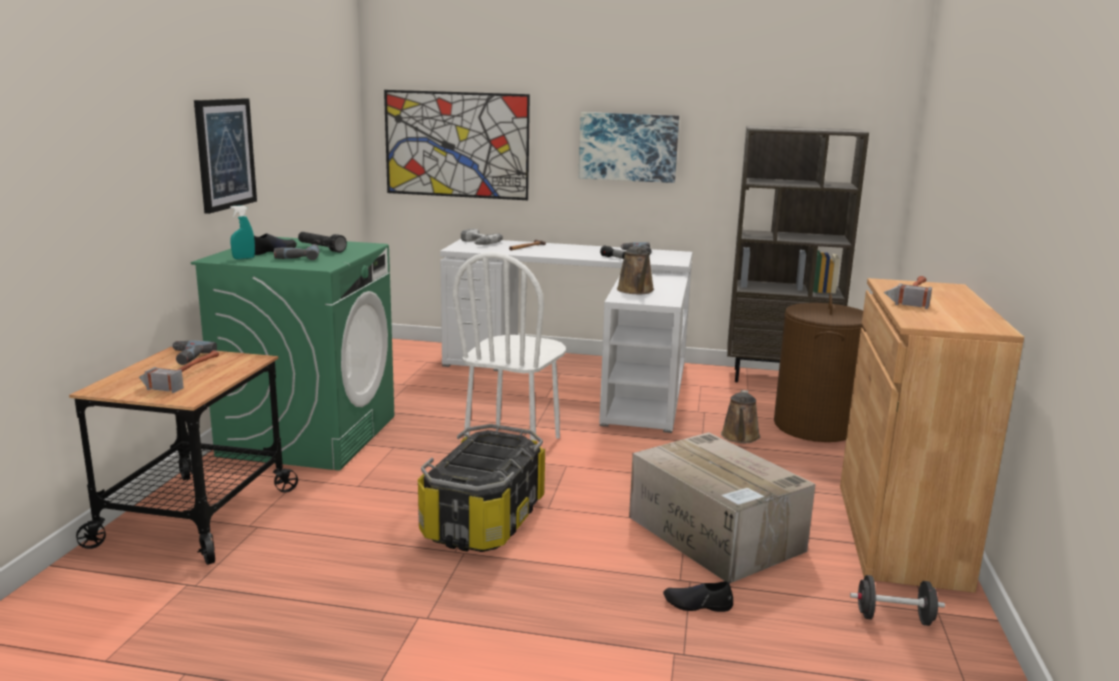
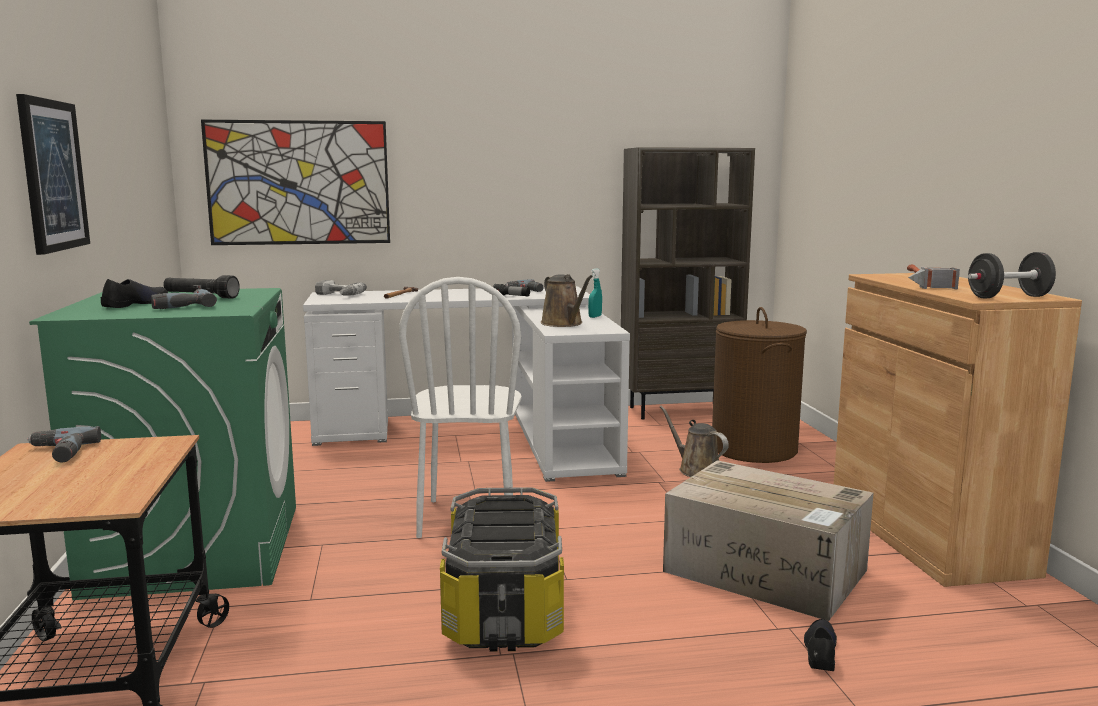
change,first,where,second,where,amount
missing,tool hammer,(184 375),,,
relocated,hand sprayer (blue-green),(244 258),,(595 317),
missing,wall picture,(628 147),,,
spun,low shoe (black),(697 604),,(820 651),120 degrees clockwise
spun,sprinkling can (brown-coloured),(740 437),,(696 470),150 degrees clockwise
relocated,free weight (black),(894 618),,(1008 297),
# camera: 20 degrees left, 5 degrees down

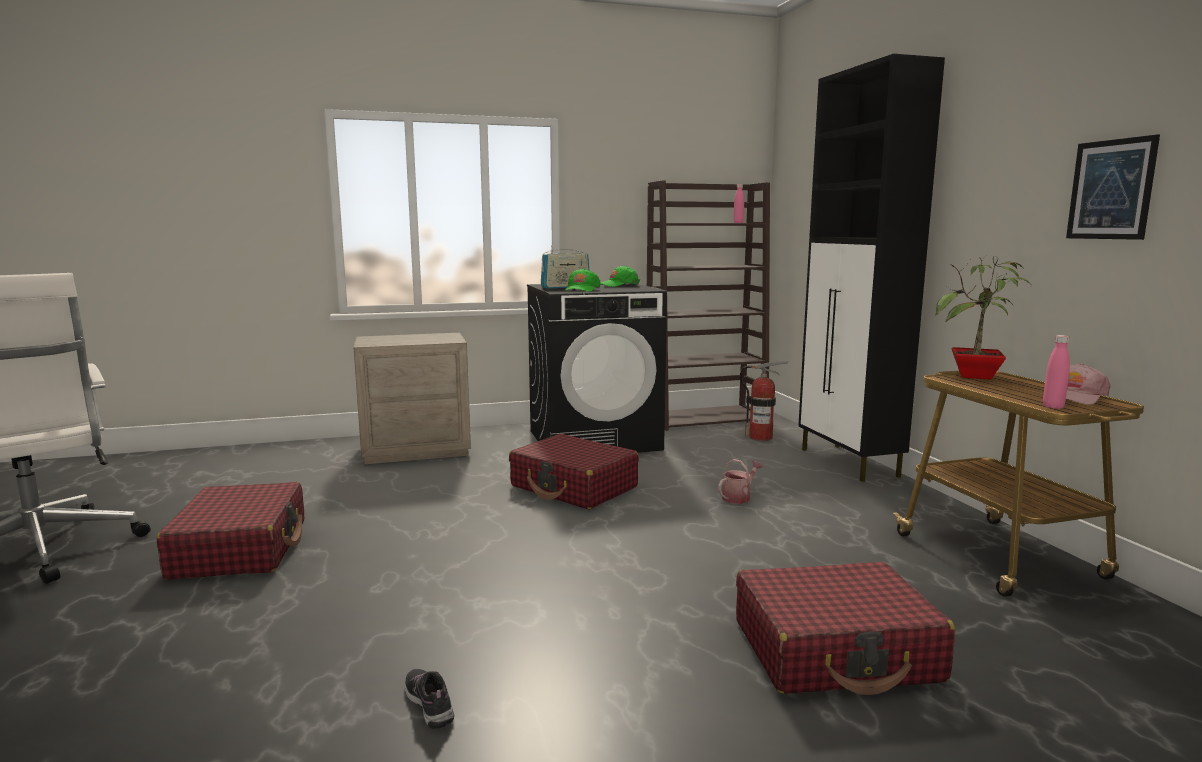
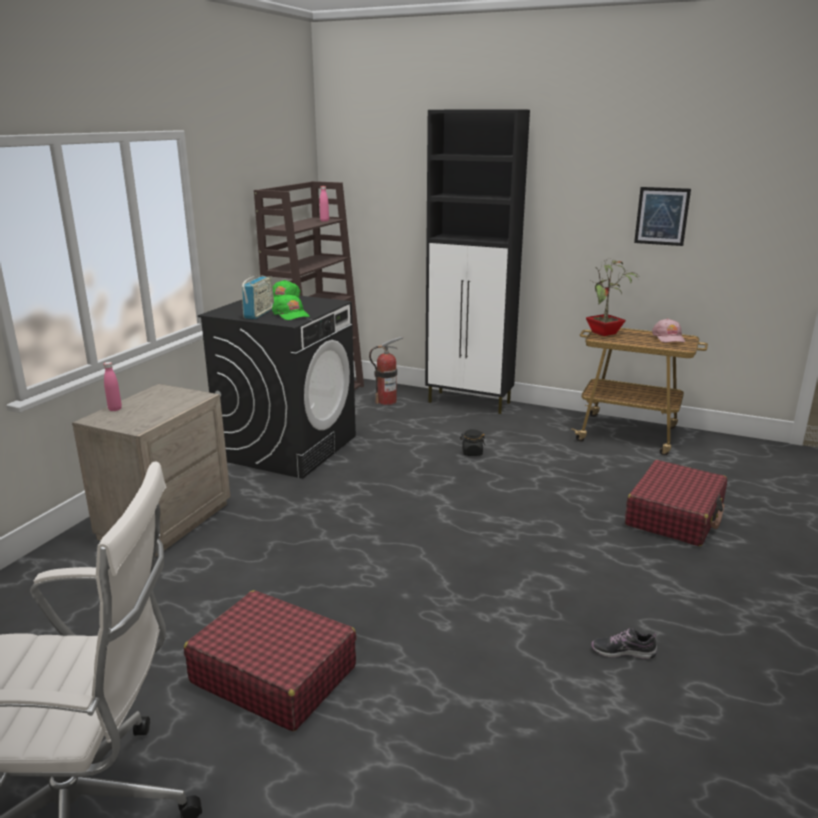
change,first,where,second,where,amount
missing,suitcase (red-coloured),(574 487),,,
exchanged,sprinkling can,(738 497),storage jar (black),(472 453),
relocated,beverage bottle (pink-coloured),(1053 407),,(115 409),
# camera: 50 degrees left, 10 degrees up

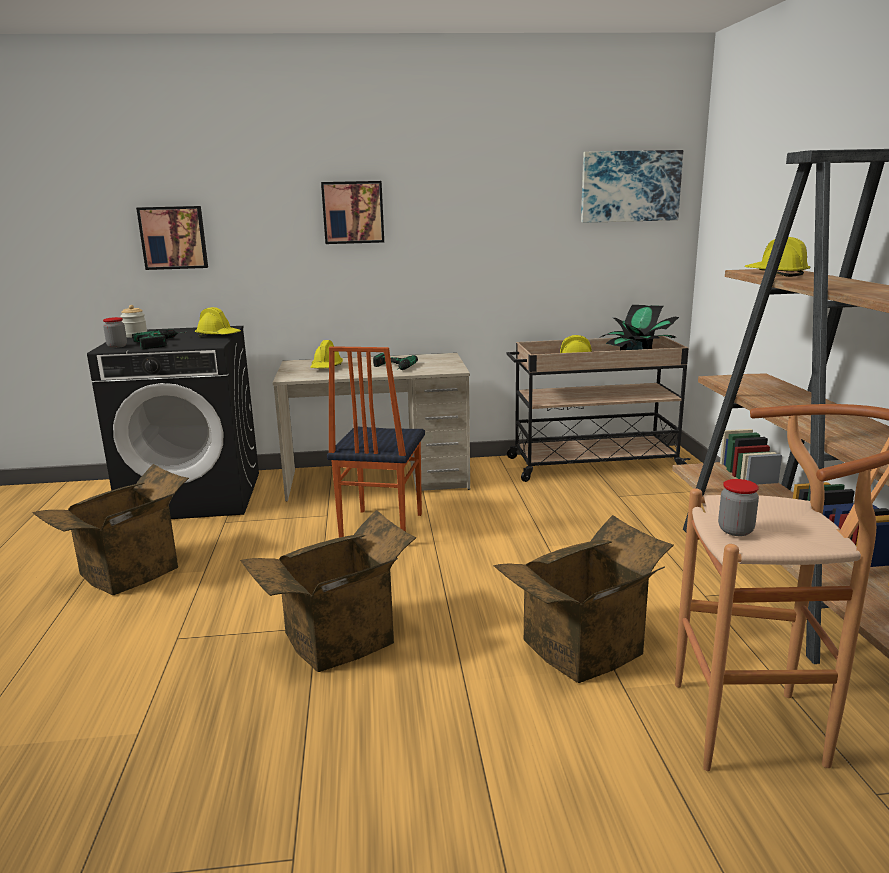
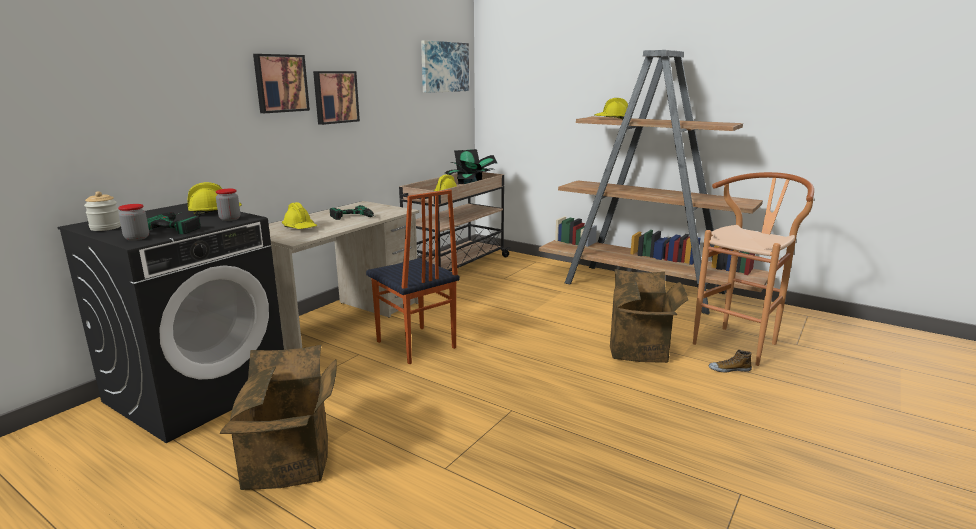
change,first,where,second,where,amount
relocated,wall picture,(173 237),,(335 97),
missing,packing box,(339 641),,,
relocated,storage jar,(735 530),,(230 219),
appeared,,,low shoe,(729 369),
# camera: 50 degrees left, 0 degrees up

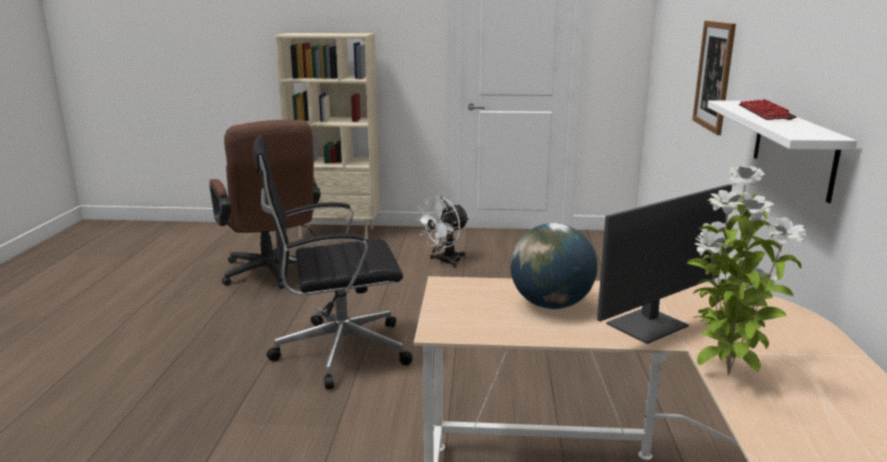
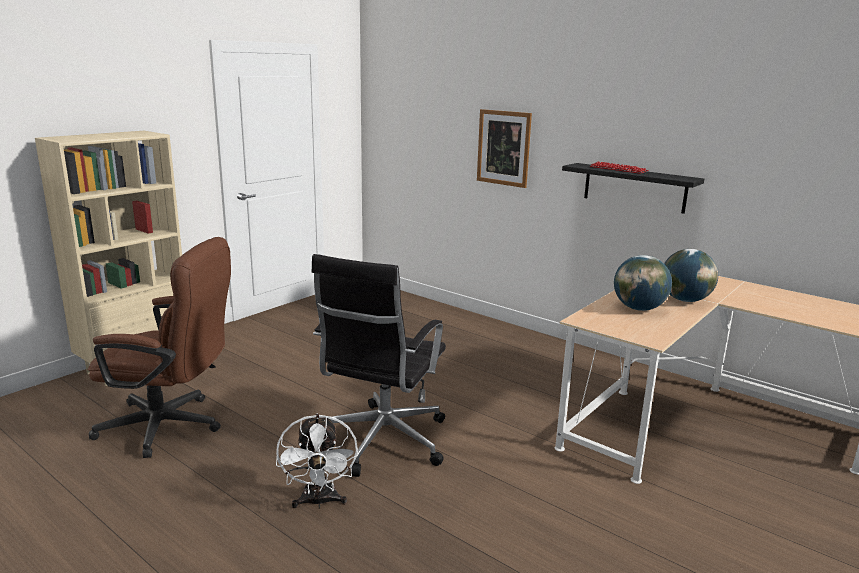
change,first,where,second,where,amount
relocated,cooling fan (white-coloured),(444 262),,(319 502),
exchanged,computer display,(649 326),world globe,(684 300),
missing,houseplant,(725 374),,,
colour,wall shelf (white-coloured),(793 147),wall shelf (black),(634 187),
# camera: 55 degrees left, 0 degrees up

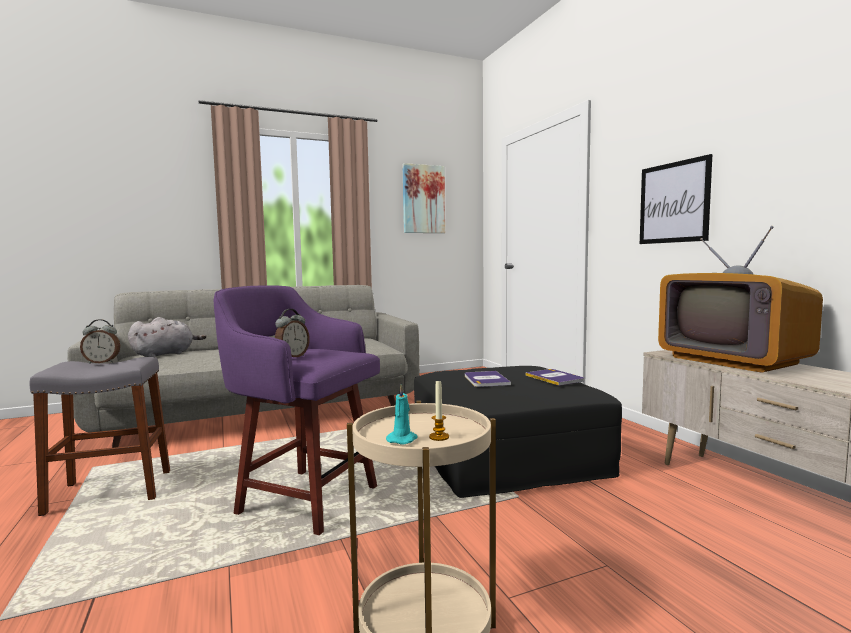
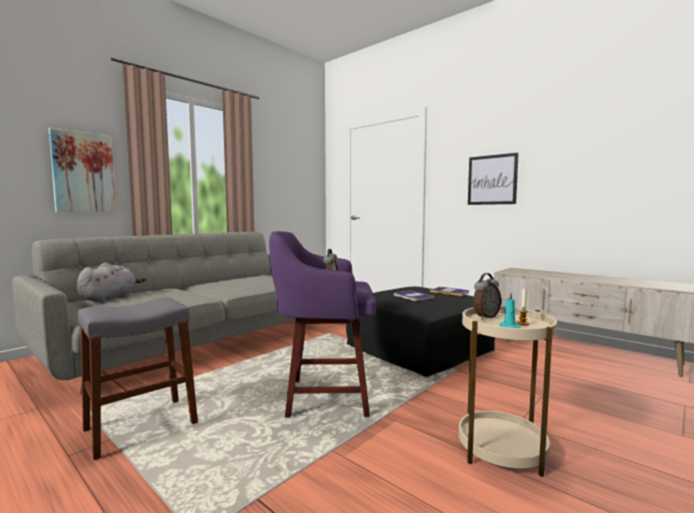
change,first,where,second,where,amount
relocated,table clock,(102 362),,(485 317),
relocated,wall picture,(423 199),,(83 172),
missing,television,(733 361),,,
# camera: 25 degrees left, 0 degrees up

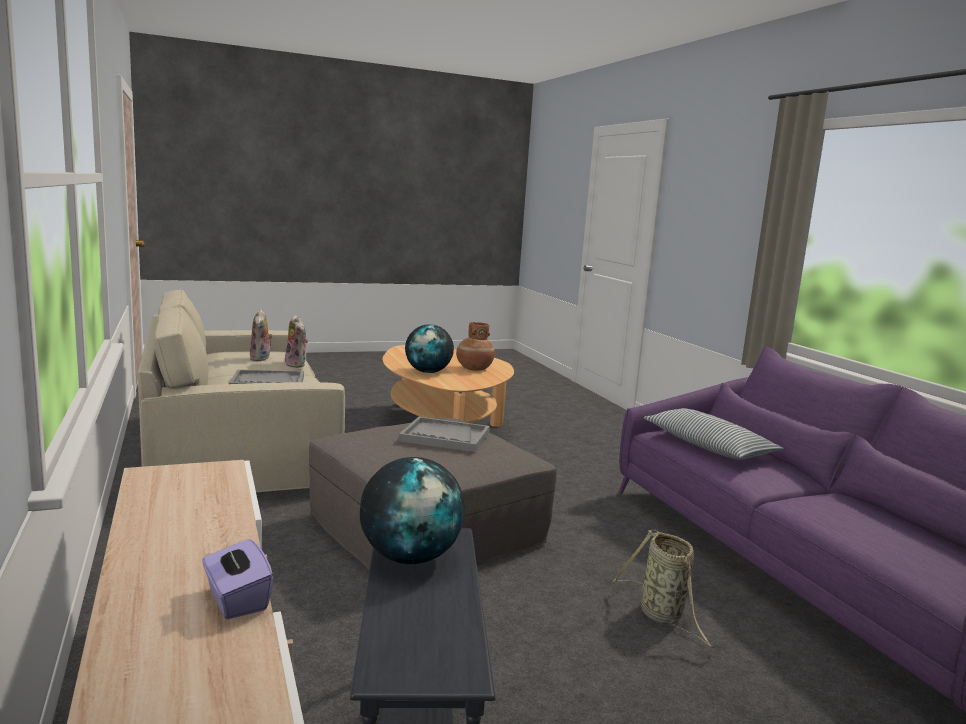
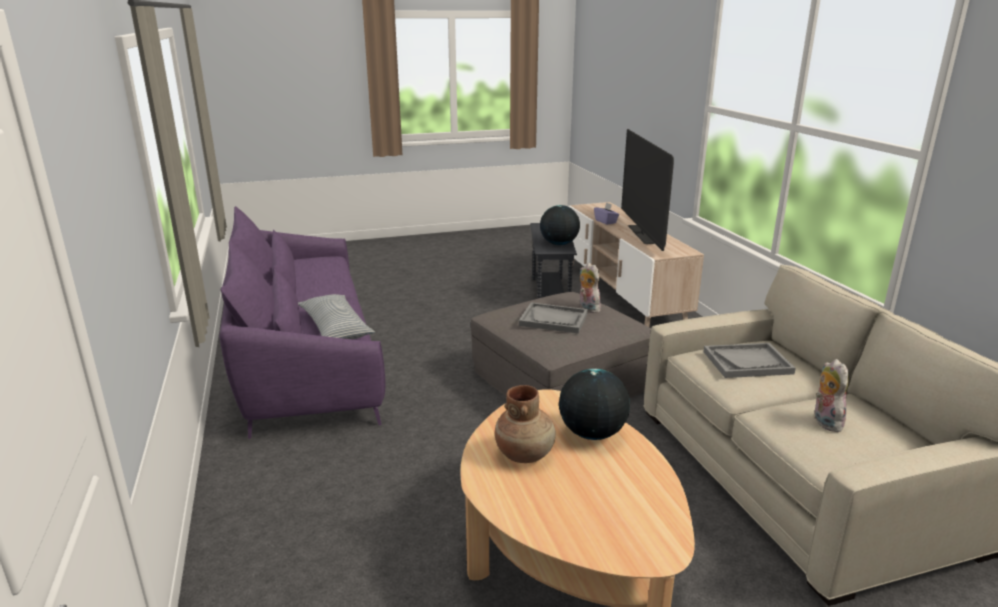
change,first,where,second,where,amount
relocated,plush toy,(297 365),,(587 308),
missing,basket,(663 616),,,
appeared,,,television,(641 234),
# camera: 175 degrees left, 10 degrees up

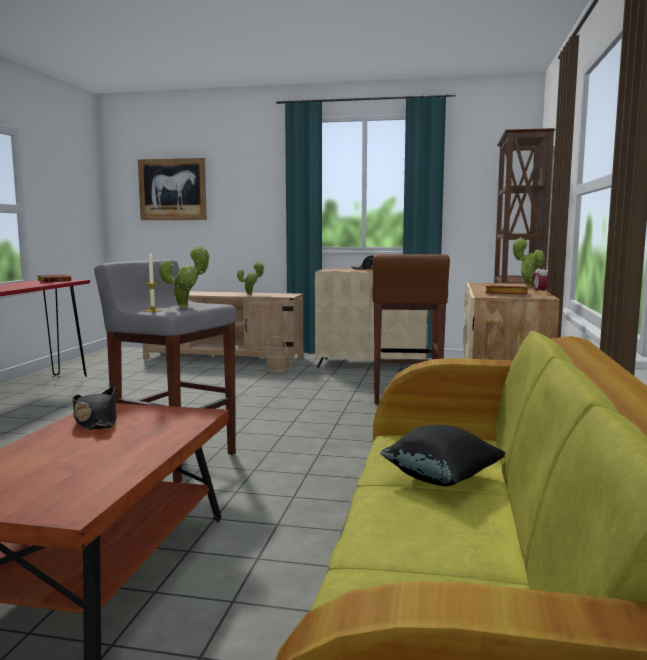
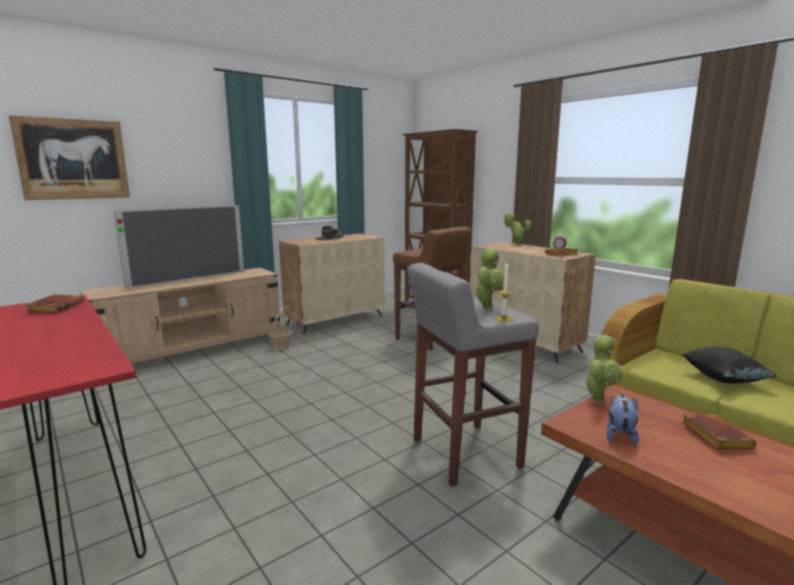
change,first,where,second,where,amount
exchanged,clothing hat (black),(96 421),plush toy,(620 435),
relocated,houseplant,(251 294),,(598 400),
appeared,,,television,(189 279),
appeared,,,bound book (brown-coloured),(713 436),
# camera: 50 degrees left, 5 degrees up

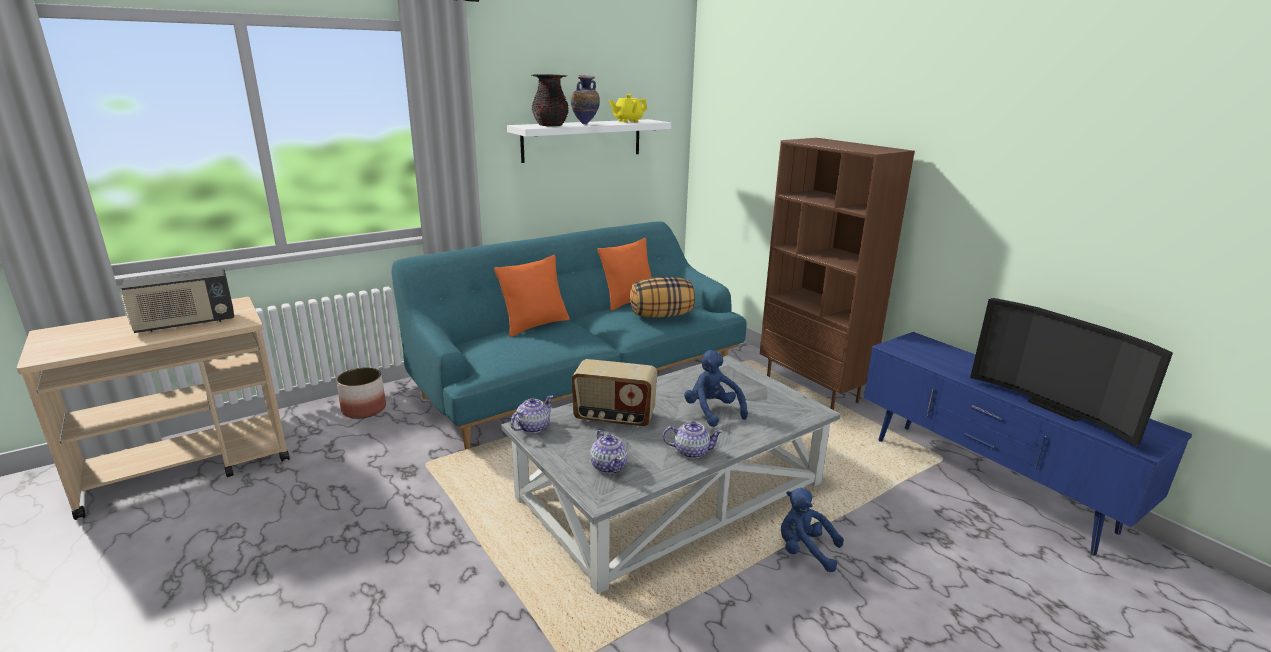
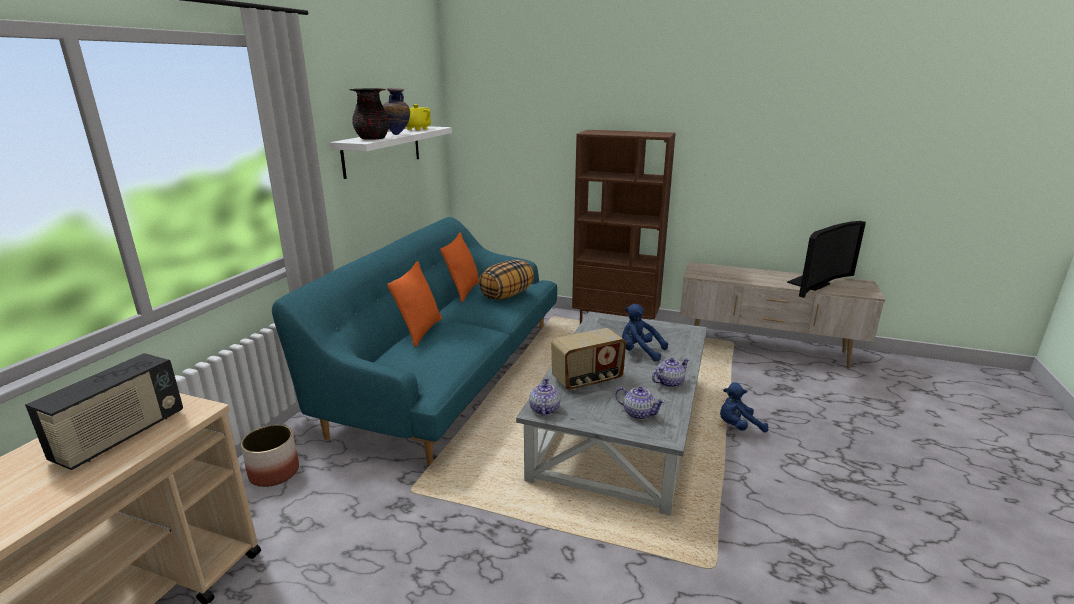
change,first,where,second,where,amount
colour,media console (blue-coloured),(985 483),media console (beige),(766 348),
spun,television,(1057 407),,(813 285),60 degrees counterclockwise
# camera: 35 degrees left, 0 degrees up

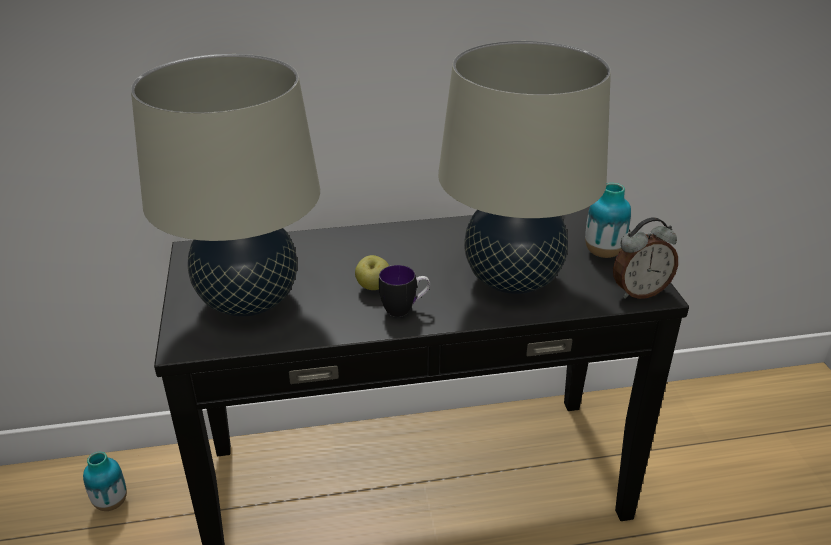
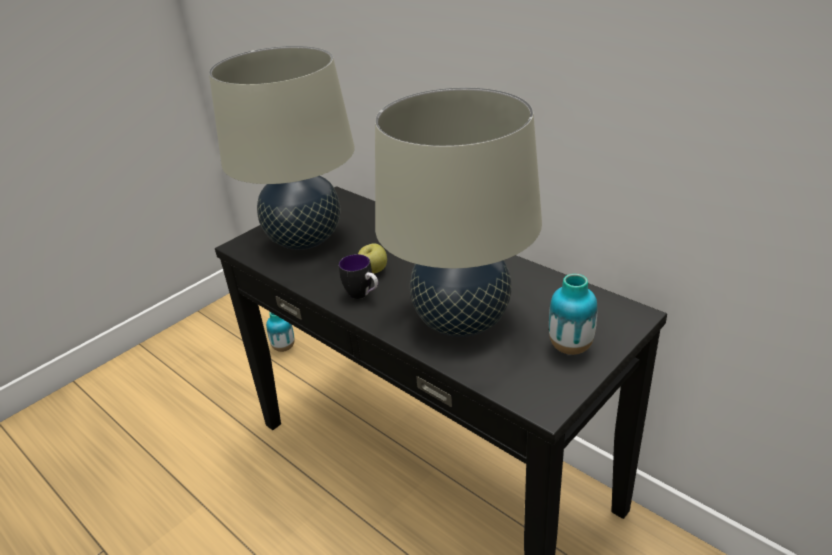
change,first,where,second,where,amount
missing,table clock,(639 291),,,
# camera: 55 degrees right, 0 degrees up

